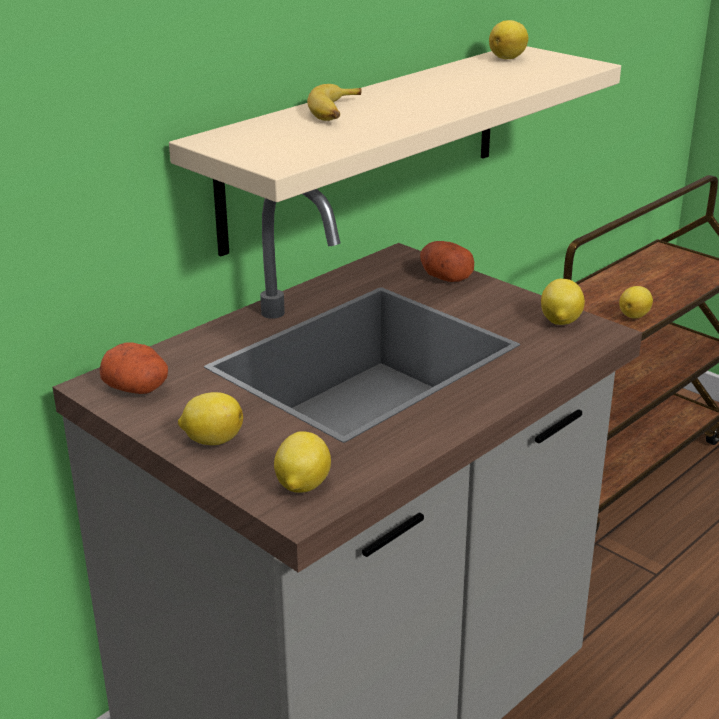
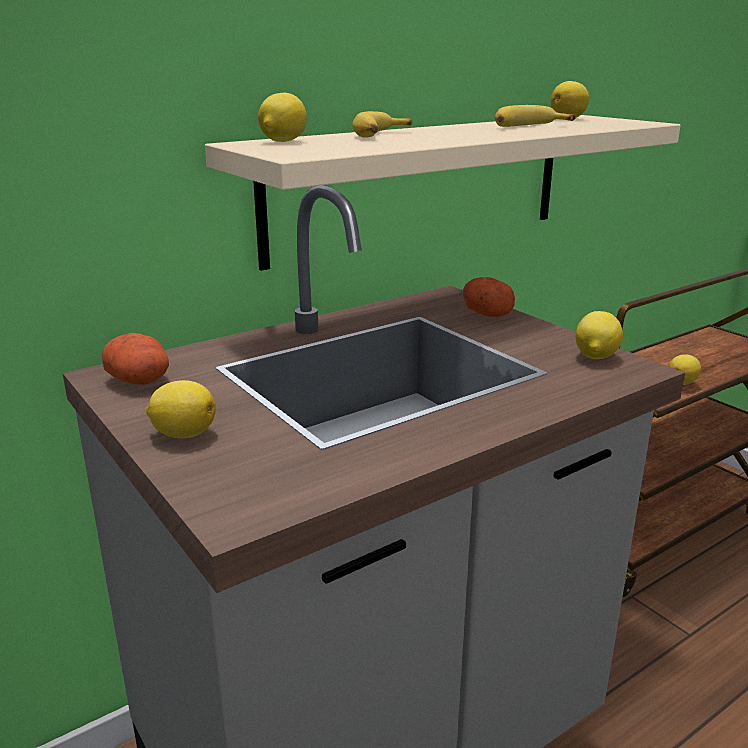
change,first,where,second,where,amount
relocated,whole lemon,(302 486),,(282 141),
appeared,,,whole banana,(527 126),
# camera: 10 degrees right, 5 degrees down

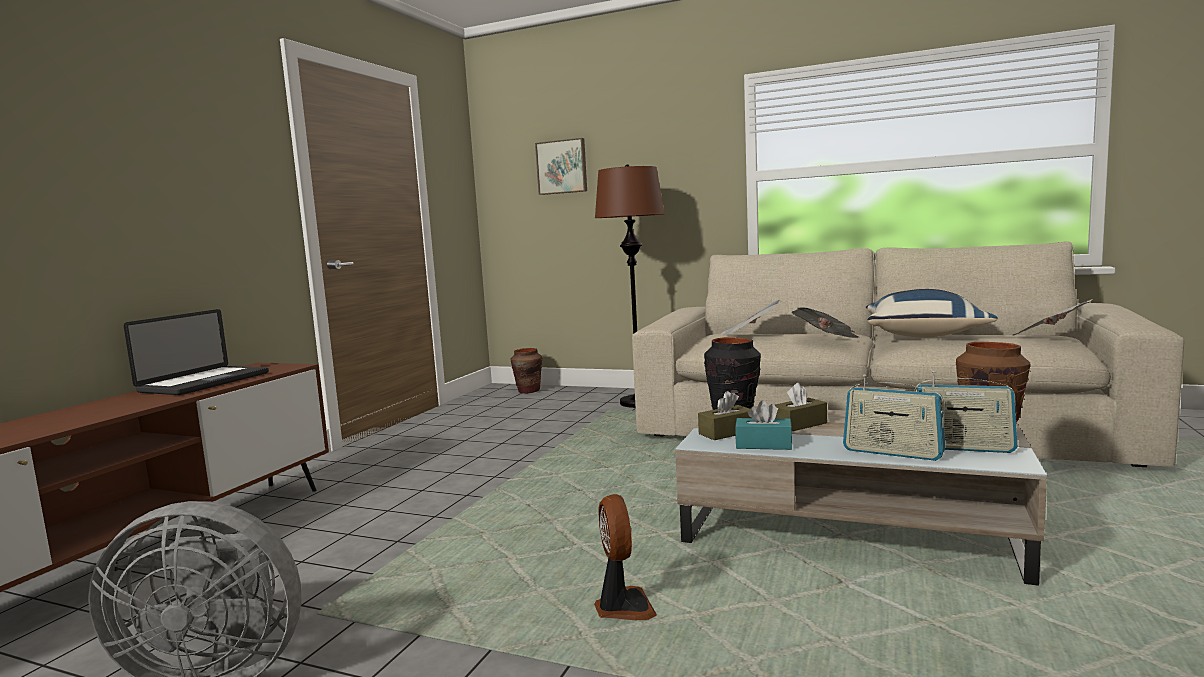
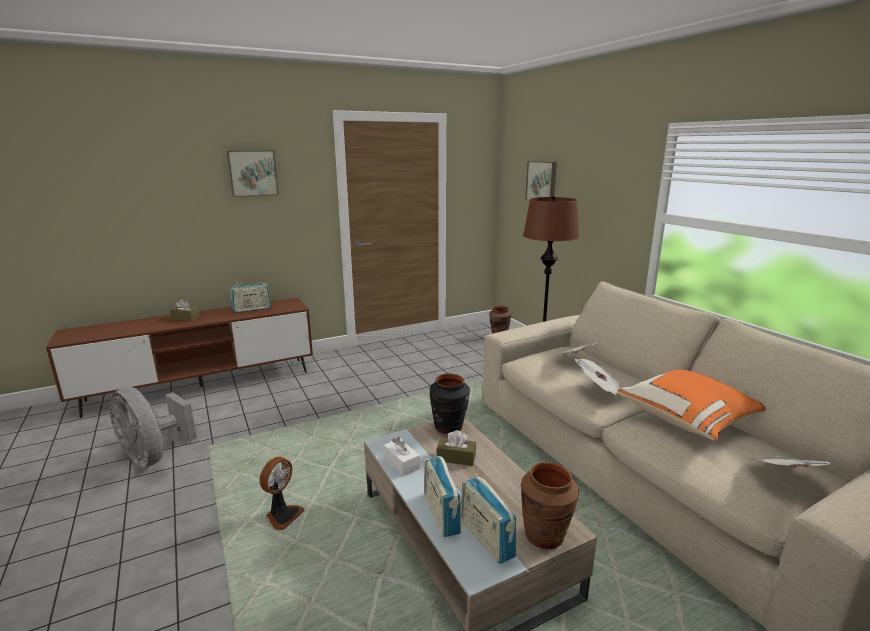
change,first,where,second,where,amount
exchanged,notebook computer,(205 382),radio,(252 309),
relocated,box of tissues (brown-coloured),(726 432),,(185 318),
colour,box of tissues (blue-green),(763 444),box of tissues (white-coloured),(401 463),
colour,cushion (blue-coloured),(924 335),cushion (orangey),(688 419),
appeared,,,wall picture,(252 173),
# camera: 40 degrees right, 10 degrees up

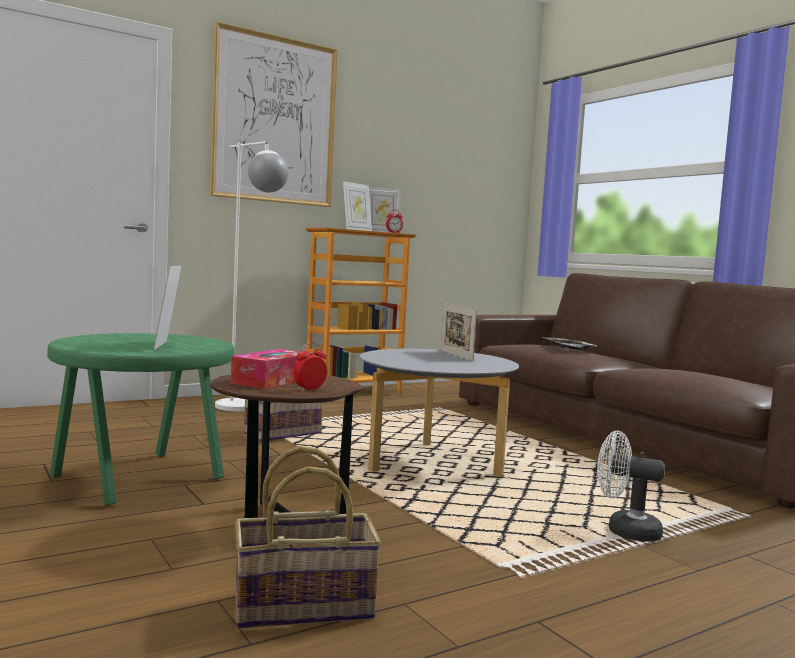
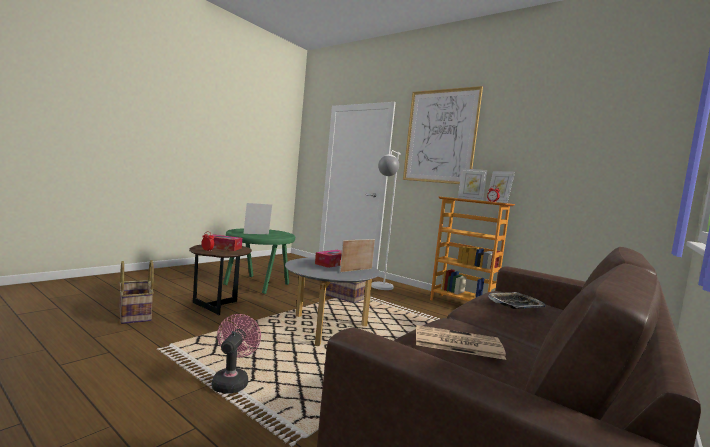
change,first,where,second,where,amount
colour,cooling fan (white-coloured),(624 531),cooling fan (pink-coloured),(232 381),
appeared,,,box of tissues,(332 263),
appeared,,,newspaper,(456 343),
# camera: 70 degrees right, 0 degrees up

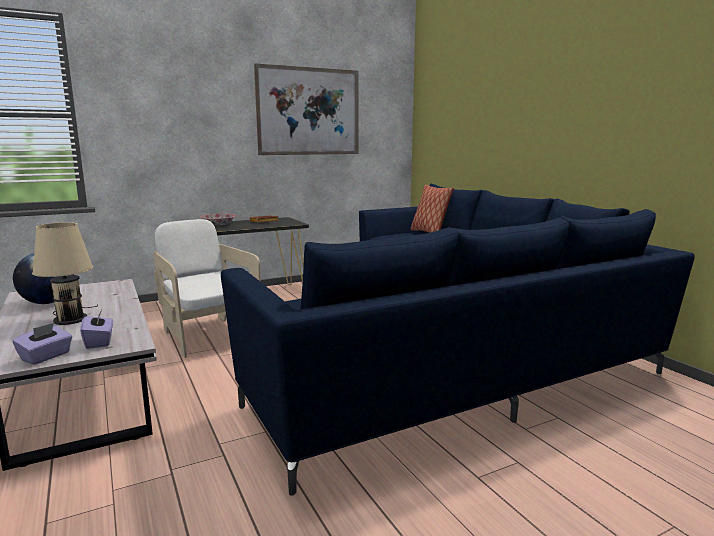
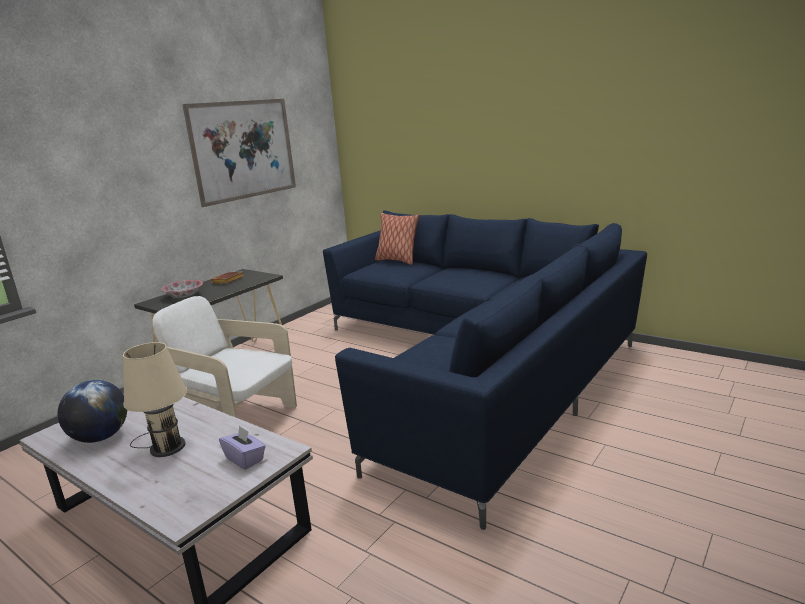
change,first,where,second,where,amount
missing,box of tissues (purple),(46 357),,,
# camera: 25 degrees left, 5 degrees up

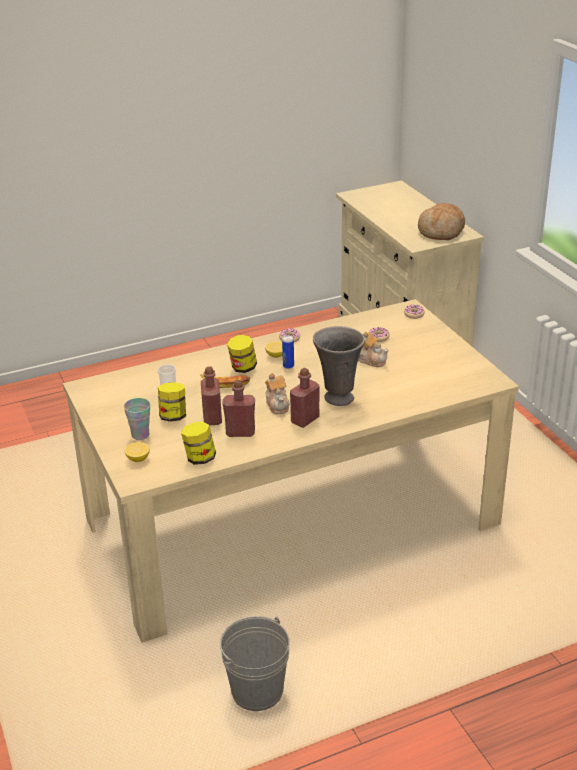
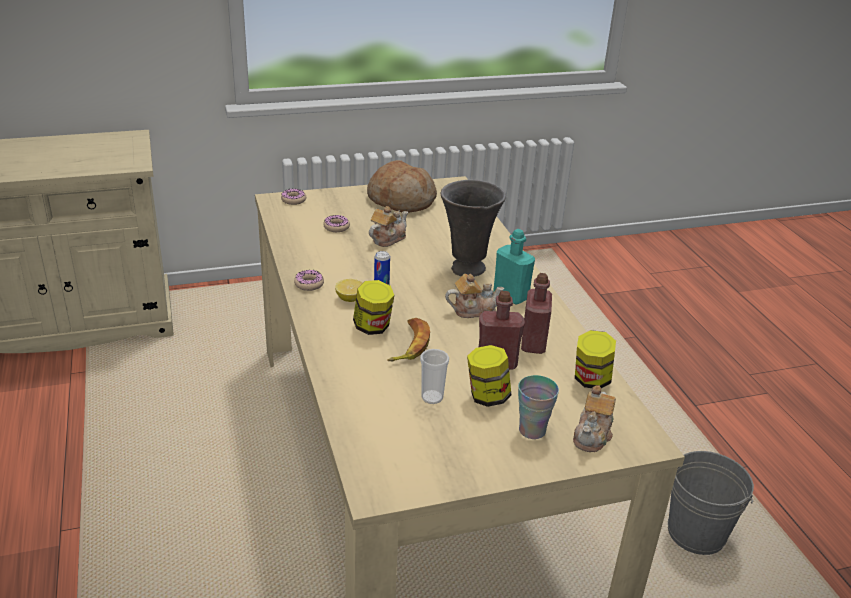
change,first,where,second,where,amount
exchanged,whole lemon,(138 459),pot for tea,(592 435),
colour,beverage bottle (red-coloured),(305 420),beverage bottle (blue-green),(511 295),
relocated,baked bread,(441 231),,(401 200),
# camera: 85 degrees left, 0 degrees up

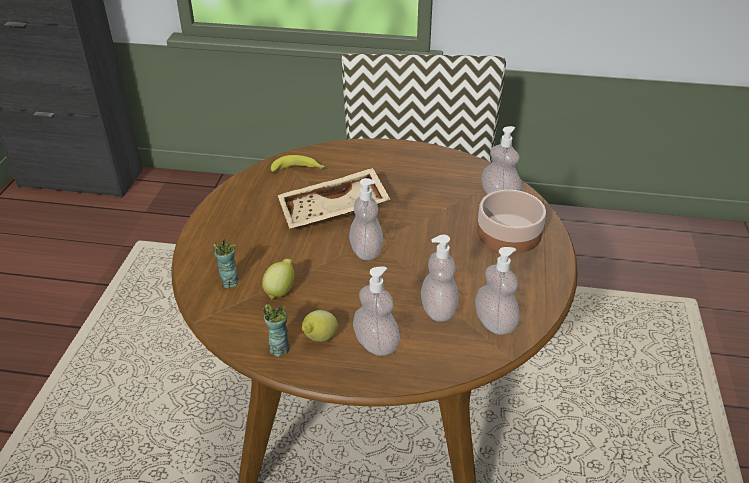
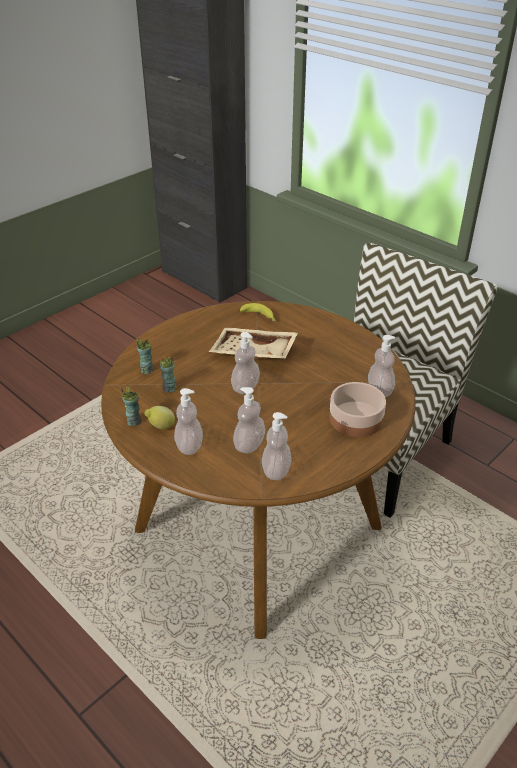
change,first,where,second,where,amount
exchanged,whole lemon,(281 290),drinking cup,(169 388),
# camera: 35 degrees right, 0 degrees up

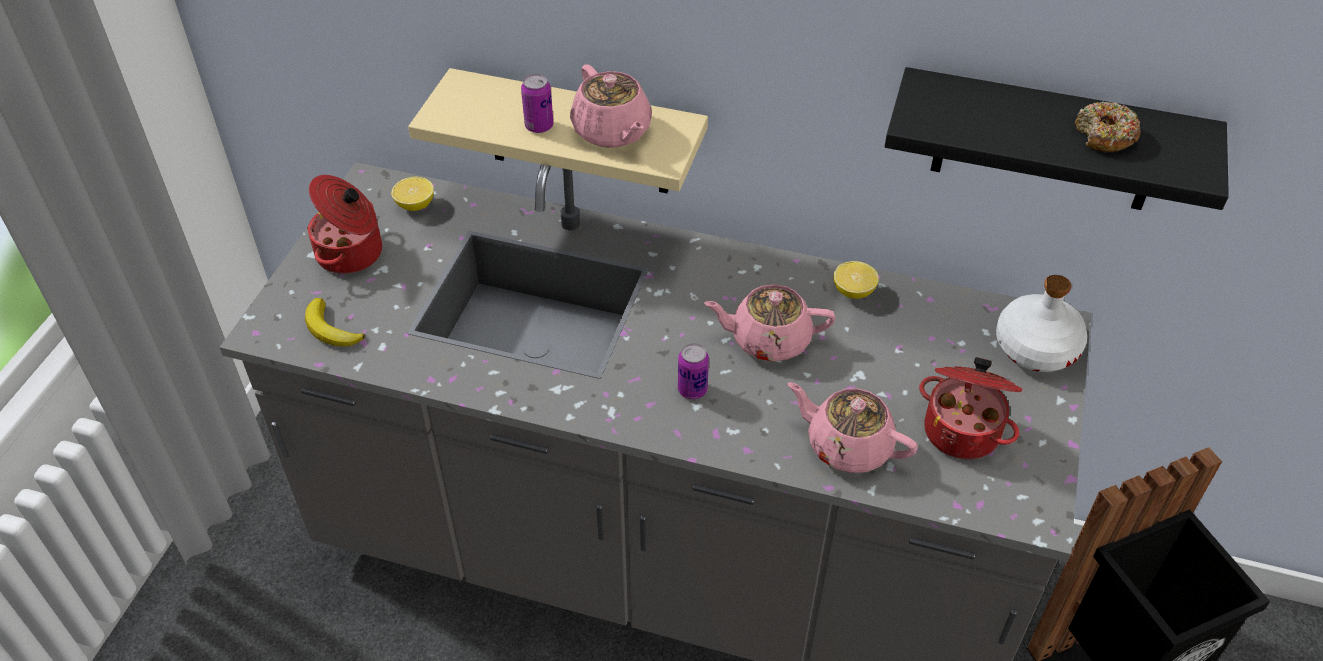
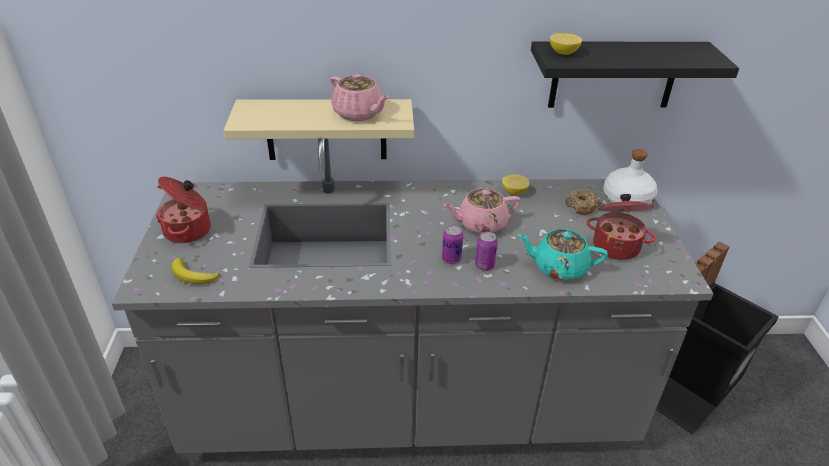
change,first,where,second,where,amount
relocated,whole lemon,(415 205),,(563 53),
relocated,metal can,(539 126),,(484 265),
colour,pot for tea (pink-coloured),(847 445),pot for tea (blue-green),(558 267),
relocated,donut,(1104 136),,(581 206),
# camera: 20 degrees left, 10 degrees down

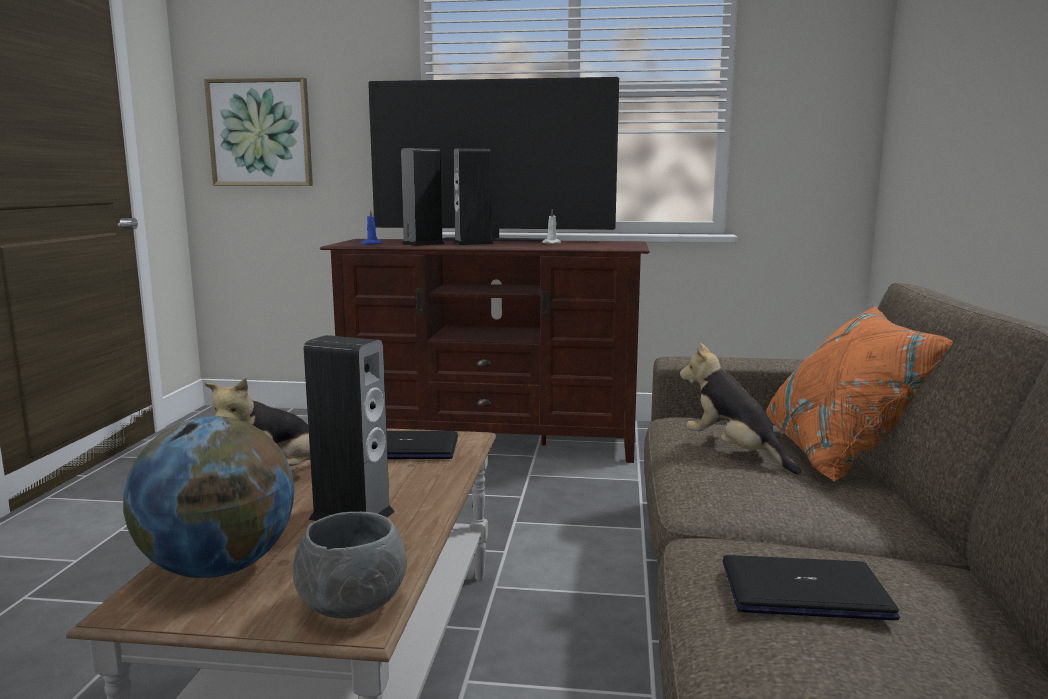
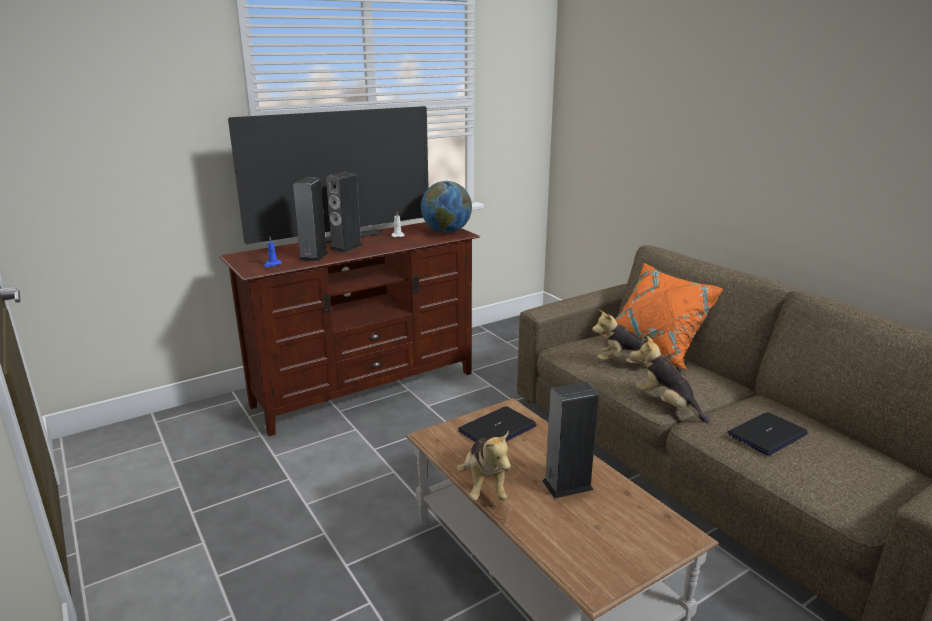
change,first,where,second,where,amount
relocated,world globe,(218 568),,(446 231),
missing,wall picture,(260 133),,,
missing,deep dish (grey),(351 606),,,
appeared,,,plush toy,(667 405),
# camera: 40 degrees left, 10 degrees up

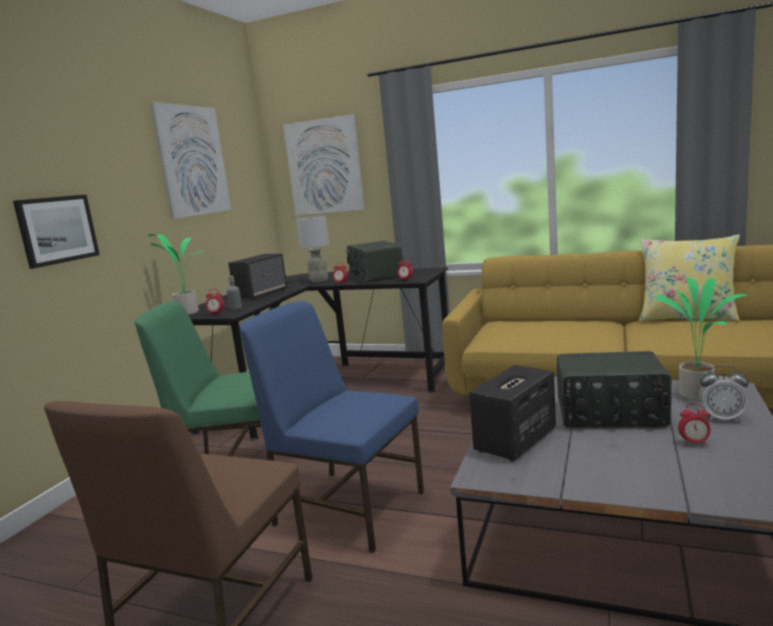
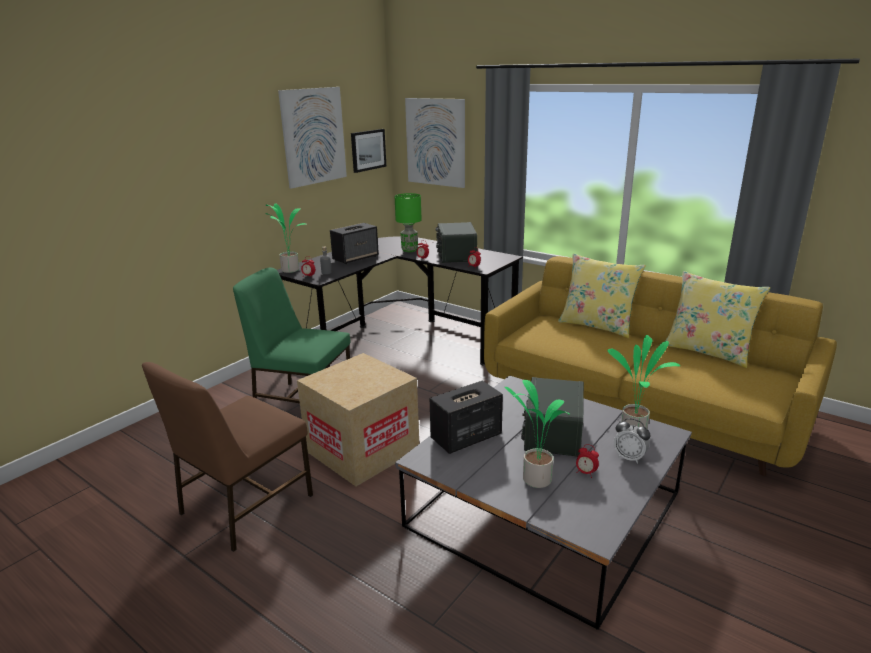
change,first,where,second,where,amount
relocated,wall picture,(57 230),,(368 150),
exchanged,plain chair (blue-coloured),(348 507),packing box,(362 450),
colour,table lamp (grey),(319 280),table lamp (green),(409 250),
spun,radio,(610 415),,(551 433),75 degrees clockwise
appeared,,,houseplant,(535 479),
appeared,,,cushion (yellow),(597 325),
# camera: 15 degrees right, 10 degrees up

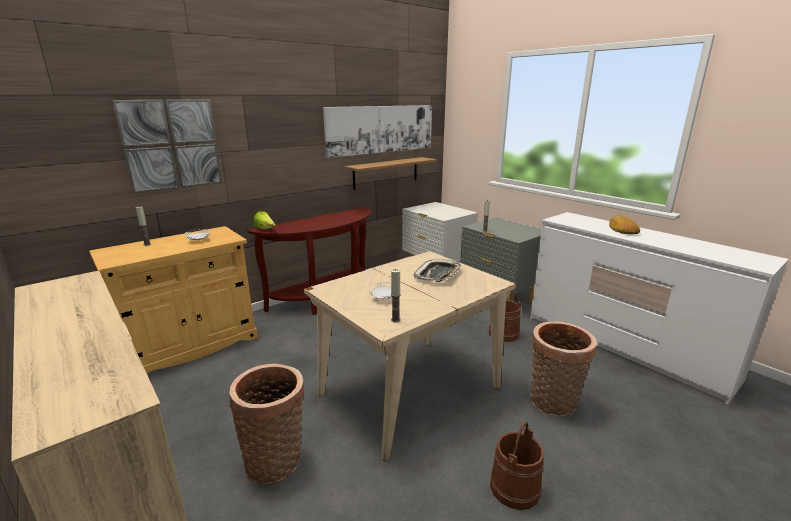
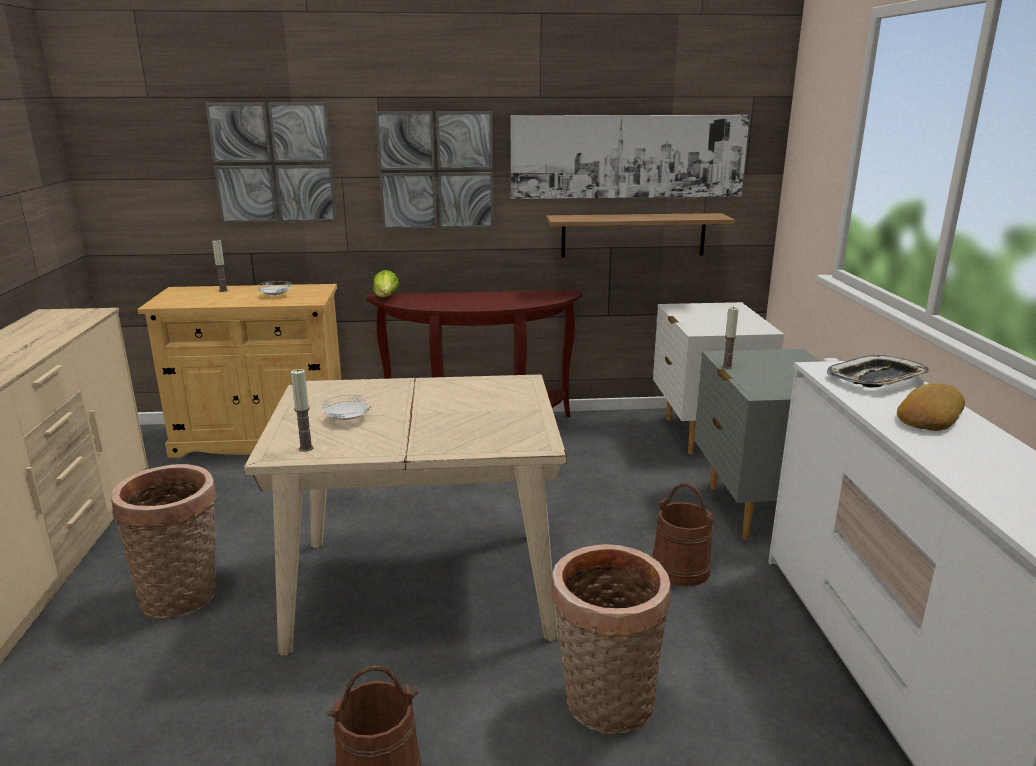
change,first,where,second,where,amount
relocated,serving tray,(438 274),,(877 379),
appeared,,,wall picture,(436 171),
# camera: 35 degrees right, 0 degrees up

